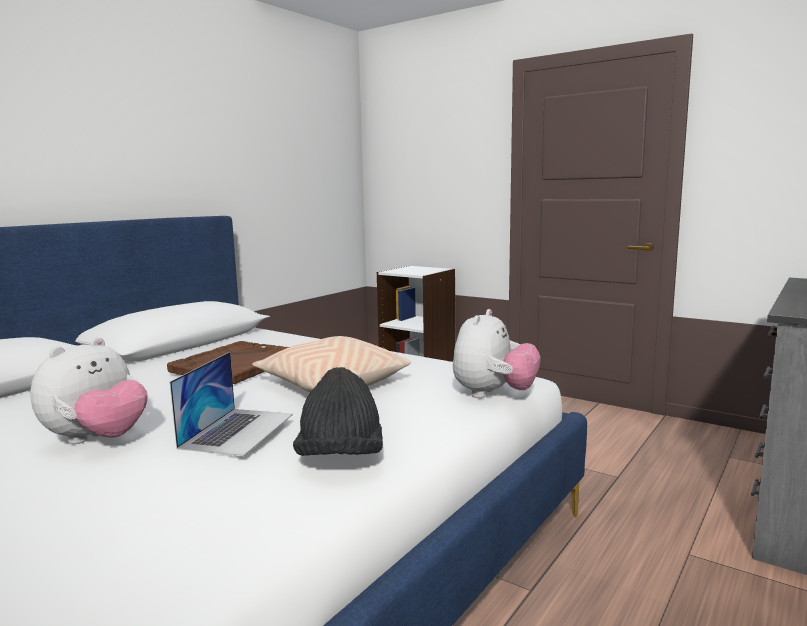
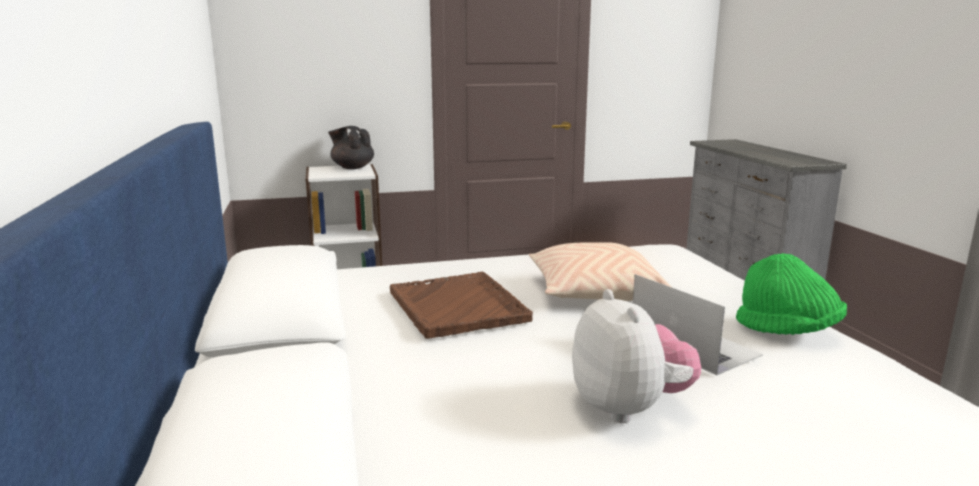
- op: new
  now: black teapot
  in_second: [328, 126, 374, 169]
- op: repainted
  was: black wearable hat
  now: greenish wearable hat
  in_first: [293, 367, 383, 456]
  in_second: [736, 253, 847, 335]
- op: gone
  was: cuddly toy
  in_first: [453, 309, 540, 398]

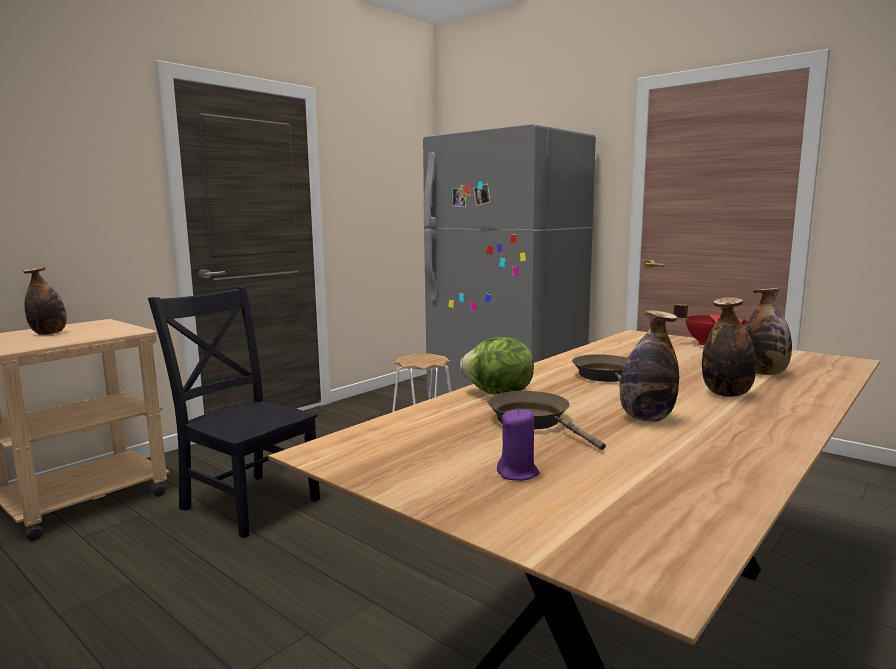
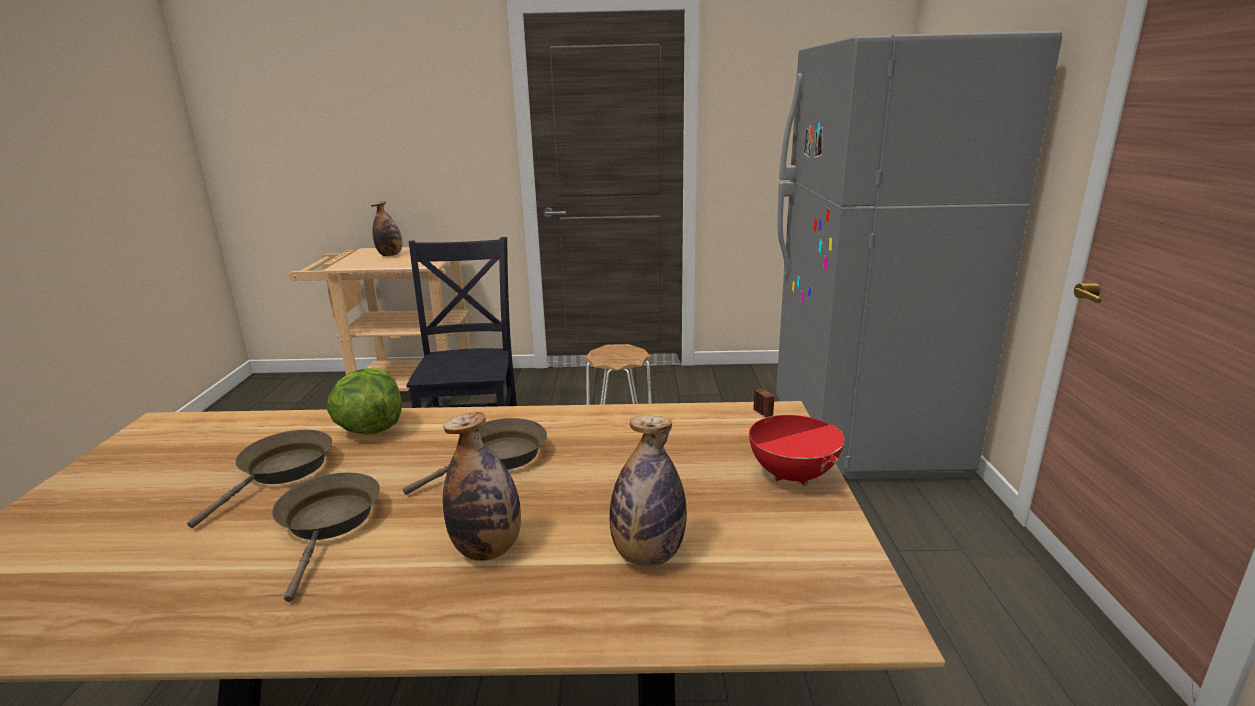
- op: swapped
  was: drink bottle
  now: brown frying pan
  in_first: [620, 310, 679, 422]
  in_second: [272, 473, 380, 602]
- op: gone
  was: purple candle
  in_first: [497, 408, 539, 481]

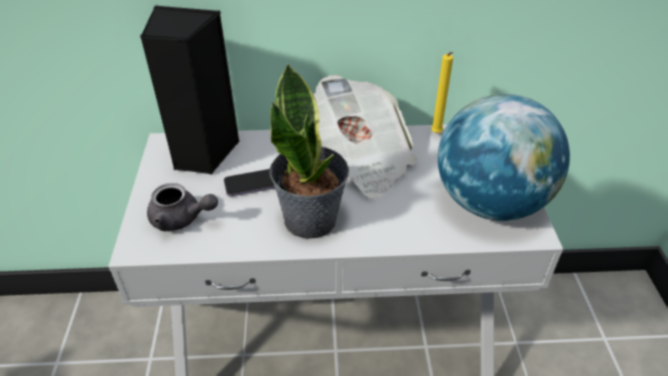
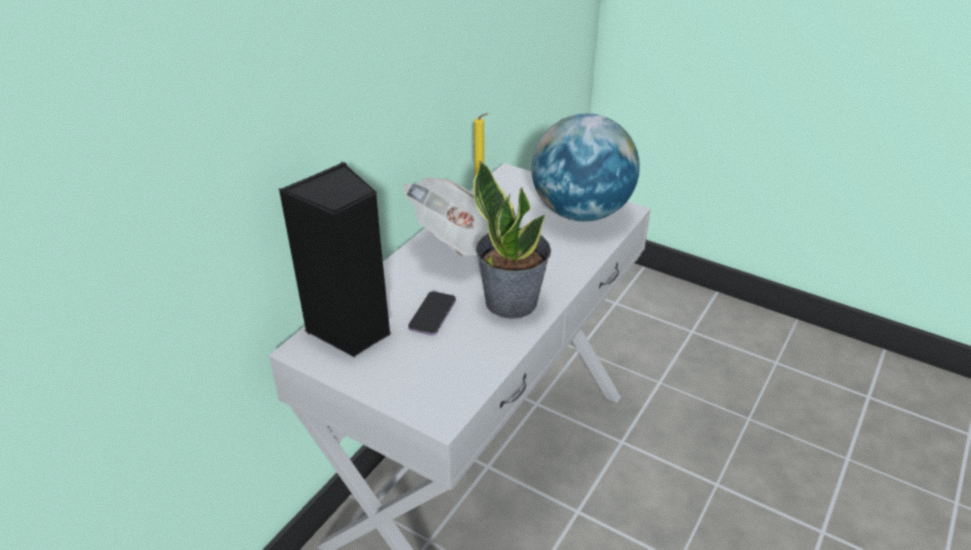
- op: gone
  was: grey teapot
  in_first: [147, 183, 218, 231]

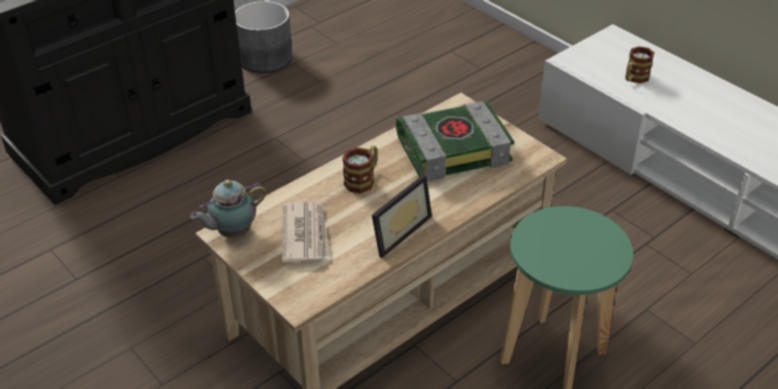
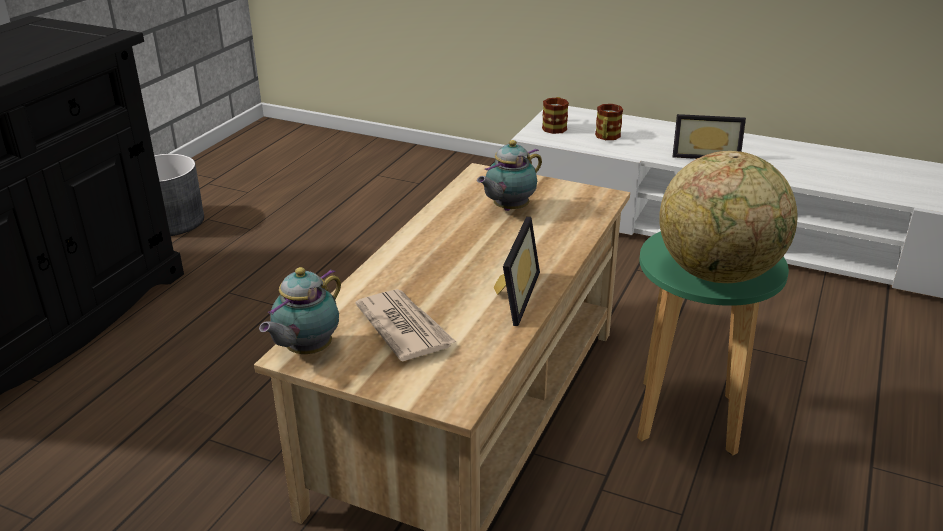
- op: swapped
  was: book
  now: teapot
  in_first: [396, 101, 514, 182]
  in_second: [477, 140, 542, 211]
- op: shifted
  was: tea mug
  in_first: [342, 146, 378, 193]
  in_second: [542, 97, 569, 134]
- op: new
  now: desk globe
  in_second: [659, 151, 798, 283]
- op: new
  now: picture frame
  in_second: [672, 114, 746, 159]

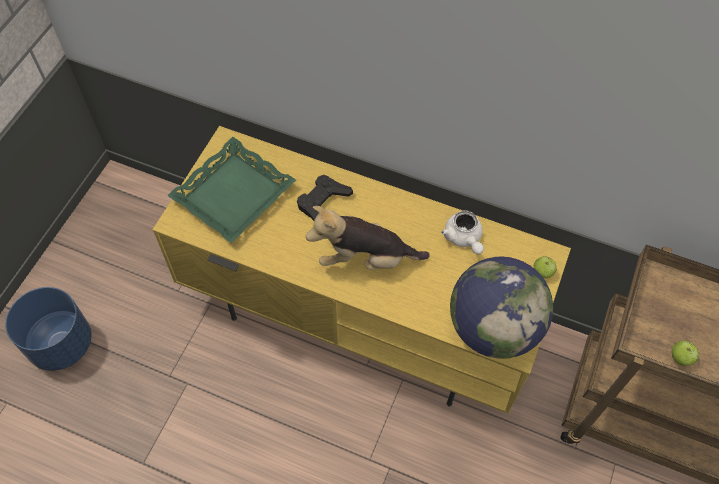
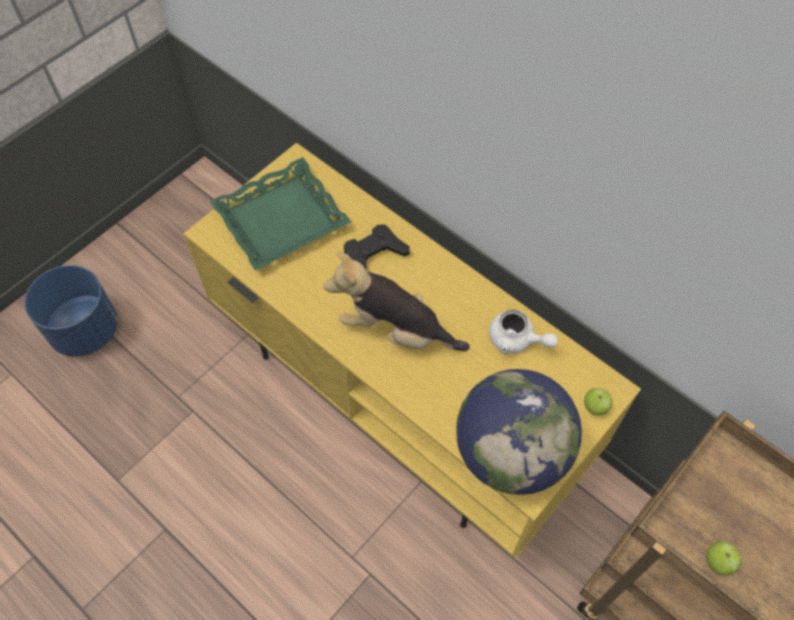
- op: rotated
  was: whitish teapot
  in_first: [441, 210, 484, 254]
  in_second: [489, 309, 558, 354]
  clockwise: -60

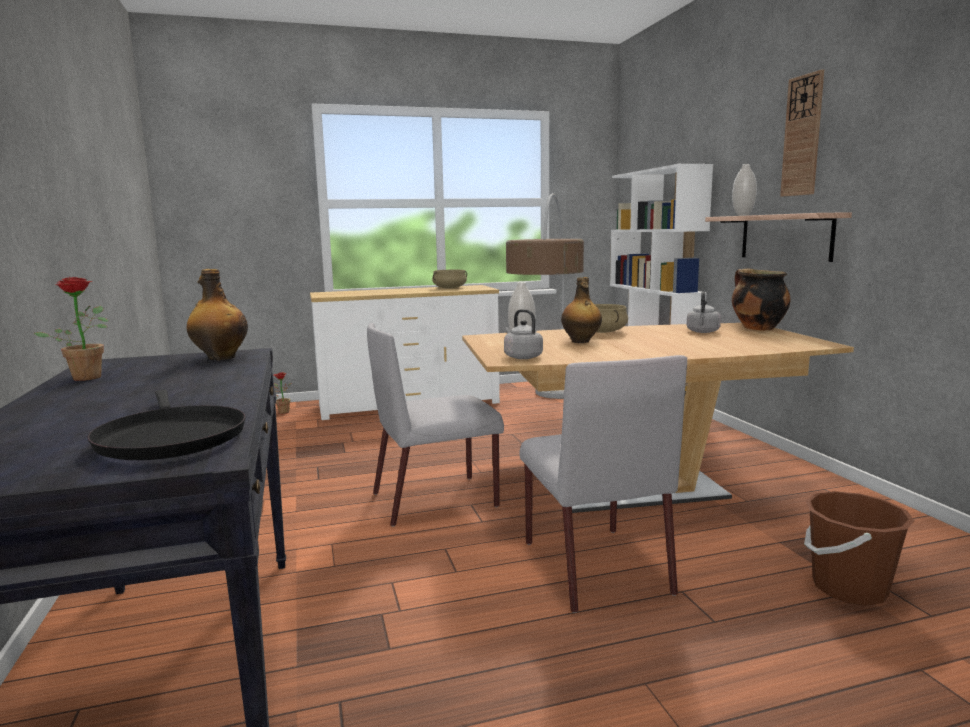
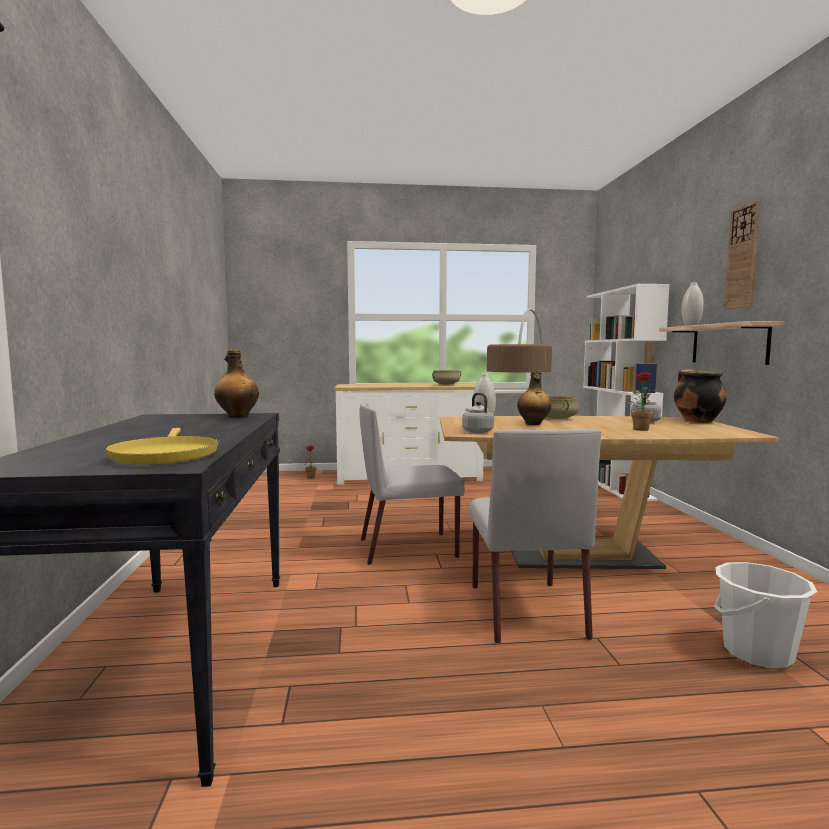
- op: repainted
  was: black frying pan
  now: yellow-coloured frying pan
  in_first: [87, 389, 246, 460]
  in_second: [105, 428, 219, 465]
- op: shifted
  was: houseplant
  in_first: [33, 277, 109, 381]
  in_second: [628, 372, 657, 431]
- op: repainted
  was: brown pail
  now: whitish pail
  in_first: [804, 491, 915, 606]
  in_second: [714, 562, 817, 668]

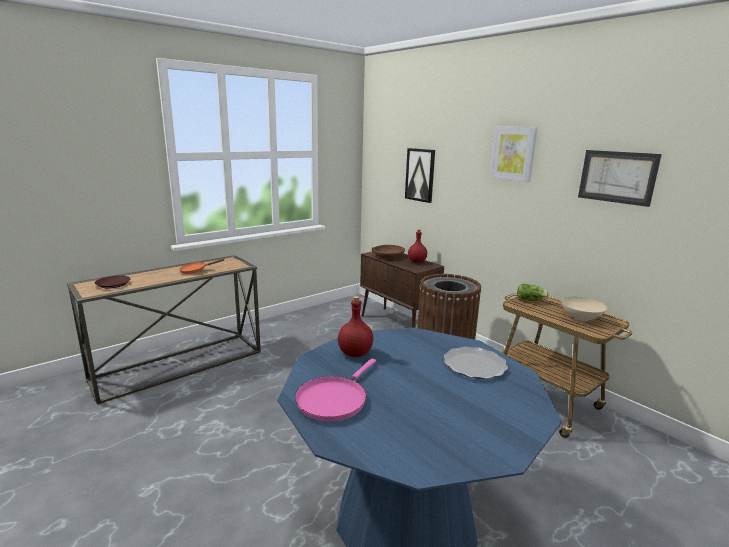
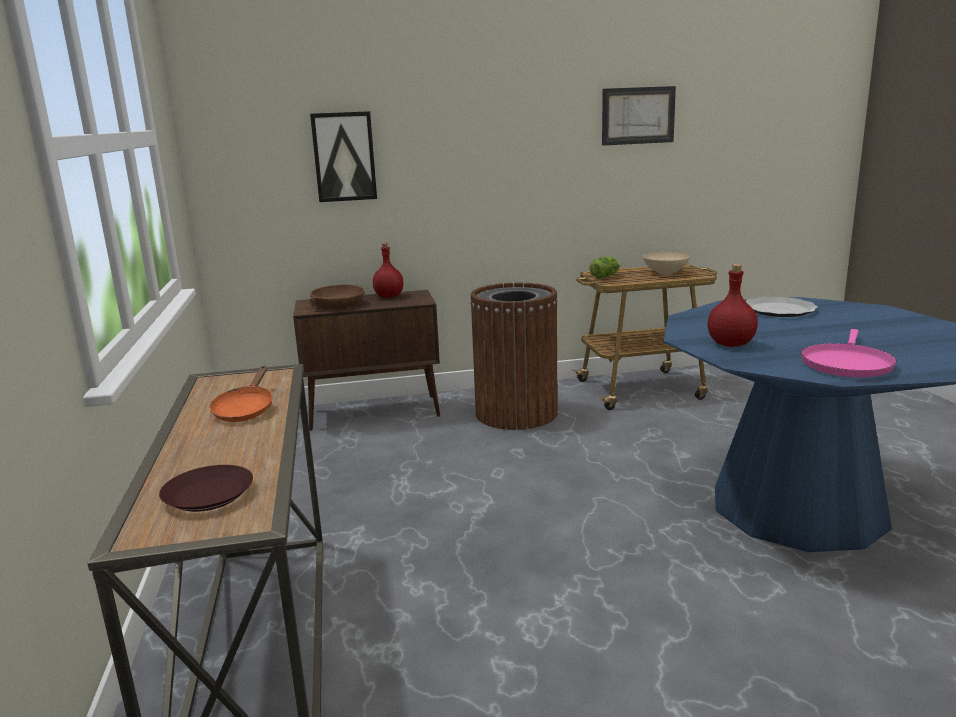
- op: rotated
  was: pink-coloured frying pan
  in_first: [295, 359, 376, 421]
  in_second: [801, 329, 897, 377]
  clockwise: 60
- op: gone
  was: wall picture
  in_first: [490, 126, 538, 182]

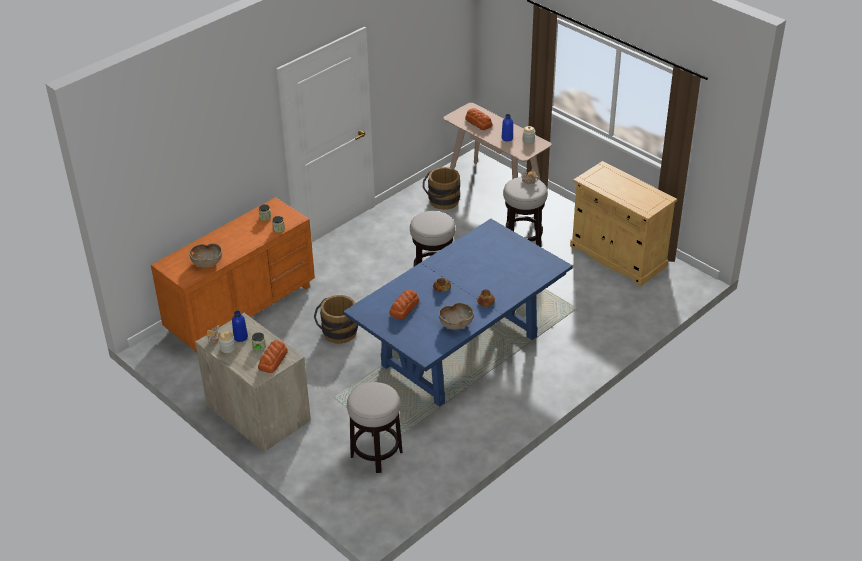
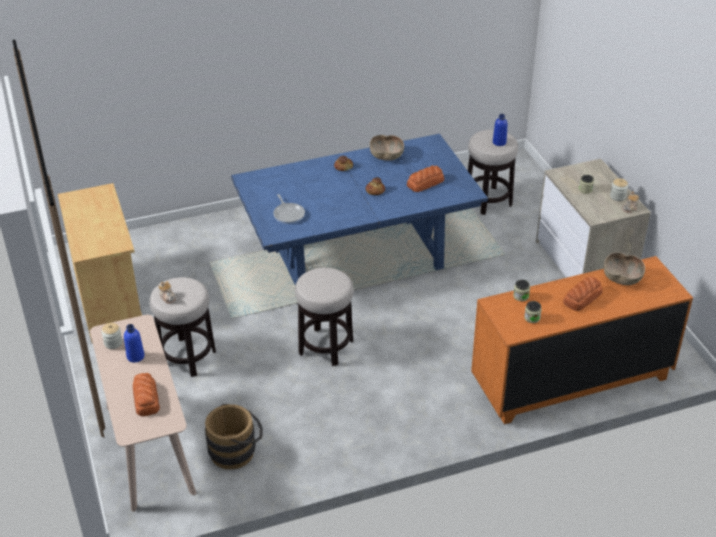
- op: new
  now: frying pan
  in_second: [273, 194, 305, 224]
- op: shifted
  was: blue-coloured drink bottle
  in_first: [232, 311, 248, 342]
  in_second: [493, 114, 507, 146]
- op: shifted
  was: bakery bread
  in_first: [258, 340, 288, 373]
  in_second: [563, 276, 602, 311]
- op: gone
  was: brown pail
  in_first: [314, 295, 358, 344]

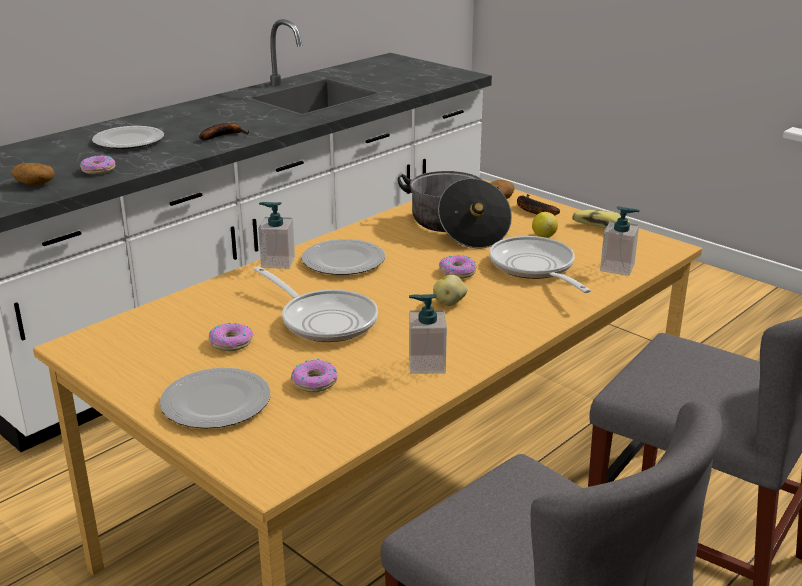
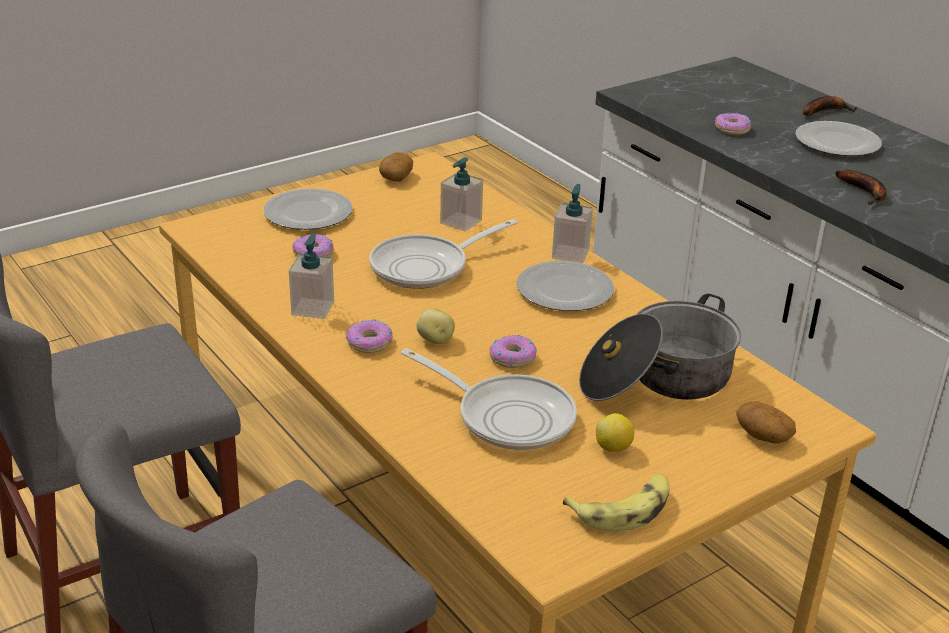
- op: shifted
  was: ring doughnut
  in_first: [209, 323, 253, 351]
  in_second: [346, 319, 393, 353]
- op: shifted
  was: whole potato
  in_first: [11, 163, 55, 186]
  in_second: [379, 152, 413, 182]
- op: rotated
  was: frying pan
  in_first: [489, 236, 591, 293]
  in_second: [401, 348, 577, 450]
  clockwise: 45
- op: shifted
  was: soap dispenser
  in_first: [600, 206, 640, 276]
  in_second: [440, 157, 483, 232]
- op: shifted
  was: whole banana
  in_first: [517, 194, 560, 216]
  in_second: [803, 96, 857, 116]

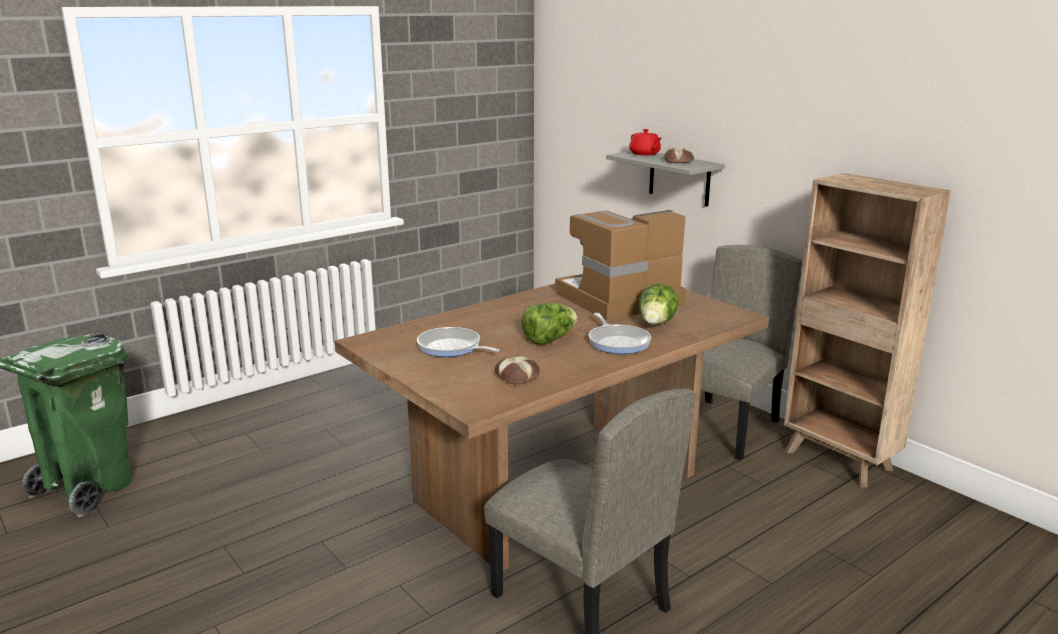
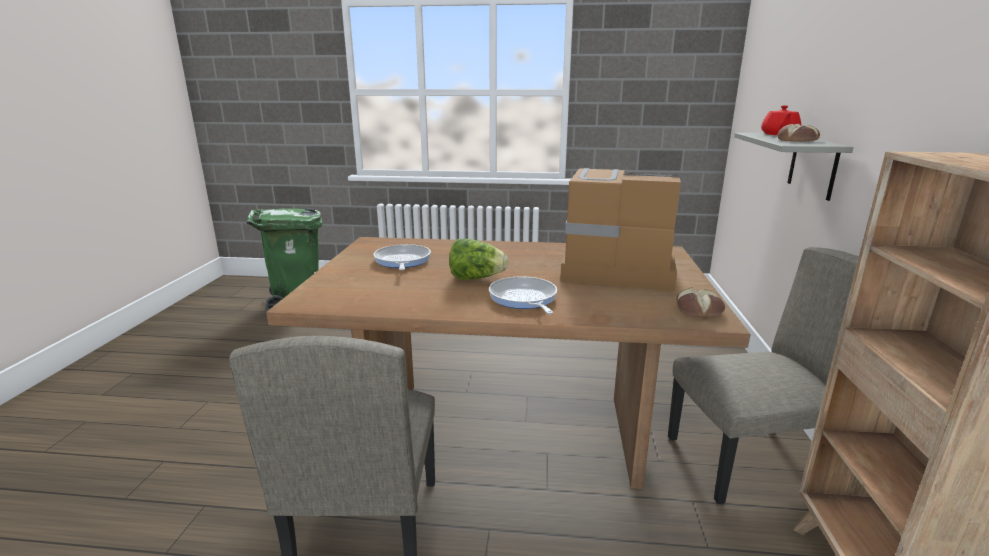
- op: rotated
  was: frying pan
  in_first: [588, 313, 651, 354]
  in_second: [489, 276, 557, 314]
  clockwise: 135
- op: shifted
  was: bakery bread
  in_first: [495, 355, 540, 384]
  in_second: [676, 287, 725, 317]
- op: gone
  was: head of lettuce
  in_first: [639, 284, 679, 325]

